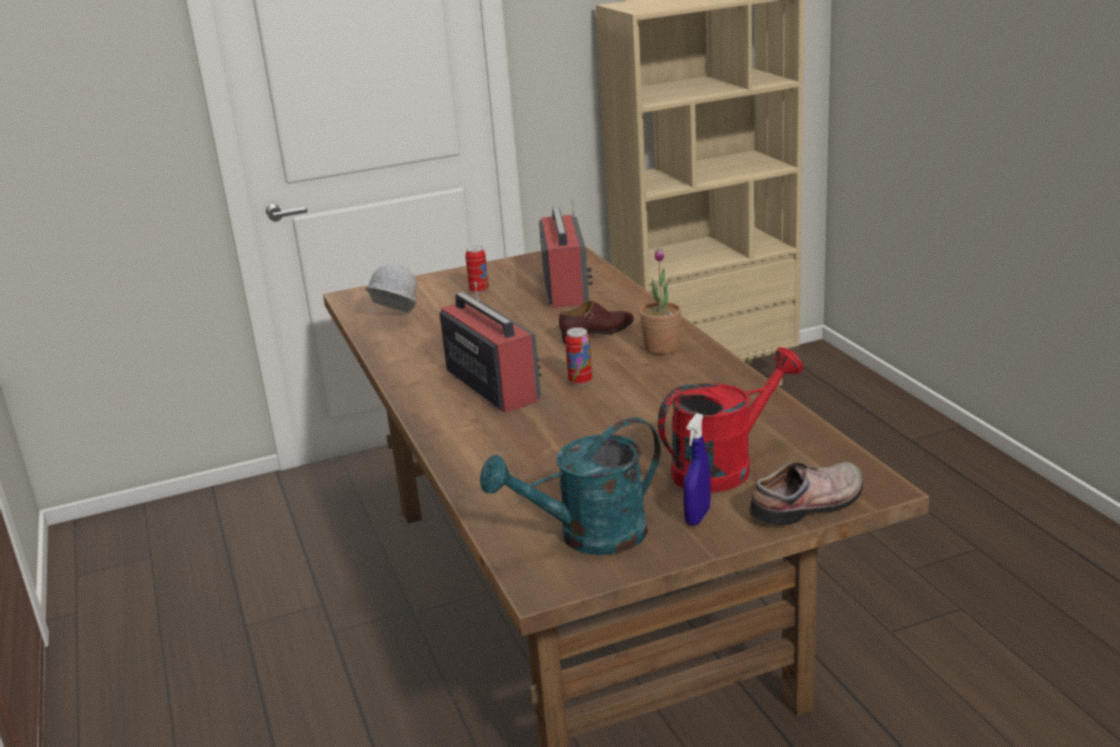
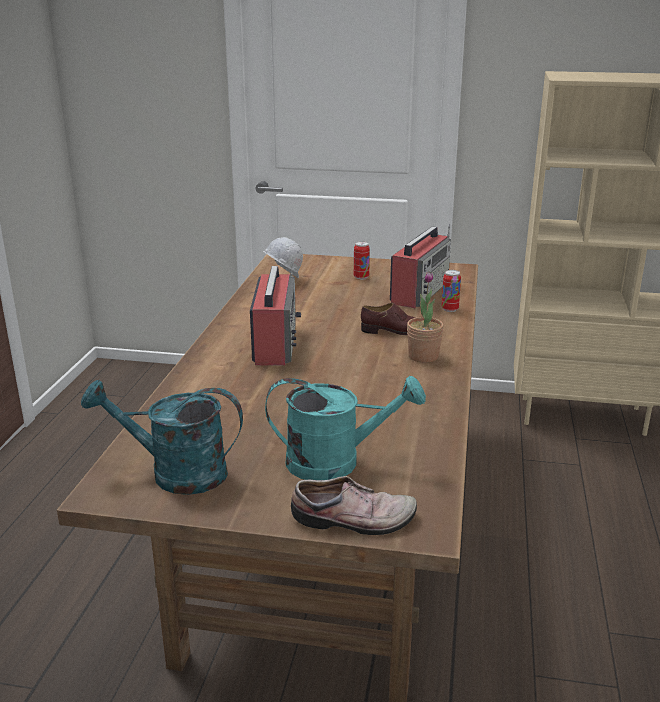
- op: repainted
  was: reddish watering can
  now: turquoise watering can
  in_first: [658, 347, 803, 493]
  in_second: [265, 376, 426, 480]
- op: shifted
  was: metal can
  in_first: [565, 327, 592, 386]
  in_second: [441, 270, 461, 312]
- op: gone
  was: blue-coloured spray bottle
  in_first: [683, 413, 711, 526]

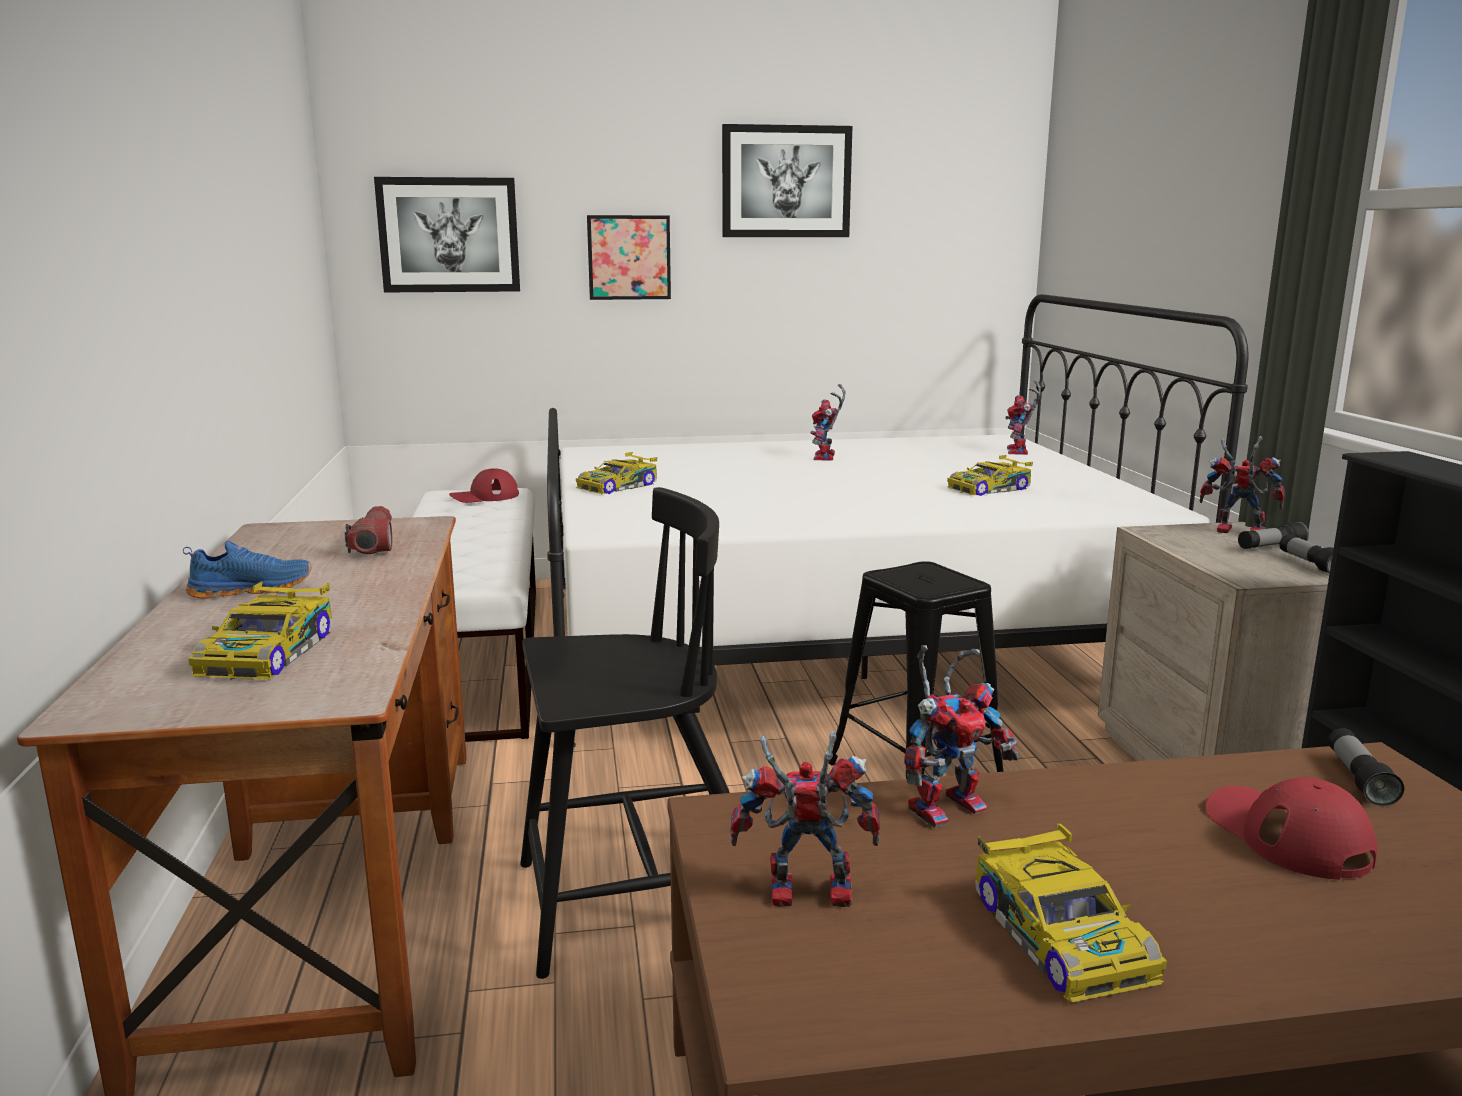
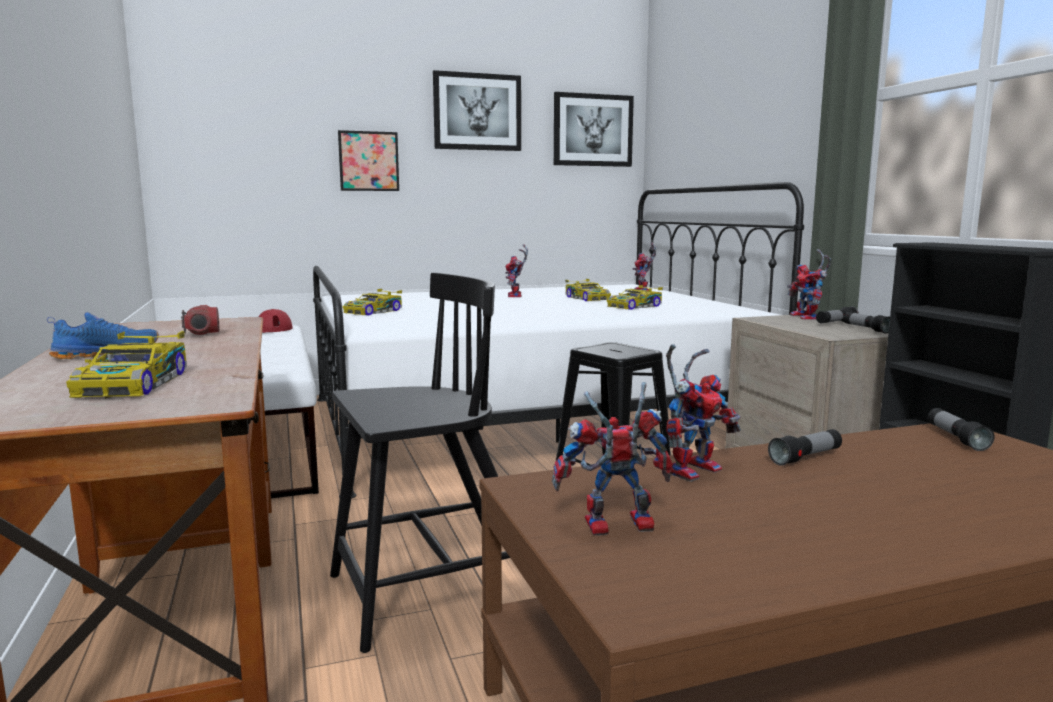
- op: shifted
  was: wall picture
  in_first: [374, 177, 520, 293]
  in_second: [554, 92, 634, 167]
- op: shifted
  was: model car
  in_first: [975, 823, 1167, 1002]
  in_second: [566, 279, 611, 301]
- op: new
  now: torch
  in_second: [768, 429, 842, 466]
- op: rotated
  was: toy robot
  in_first: [1200, 436, 1285, 533]
  in_second: [787, 249, 831, 320]
  clockwise: -120
- op: gone
  was: reddish baseball cap
  in_first: [1205, 777, 1377, 880]

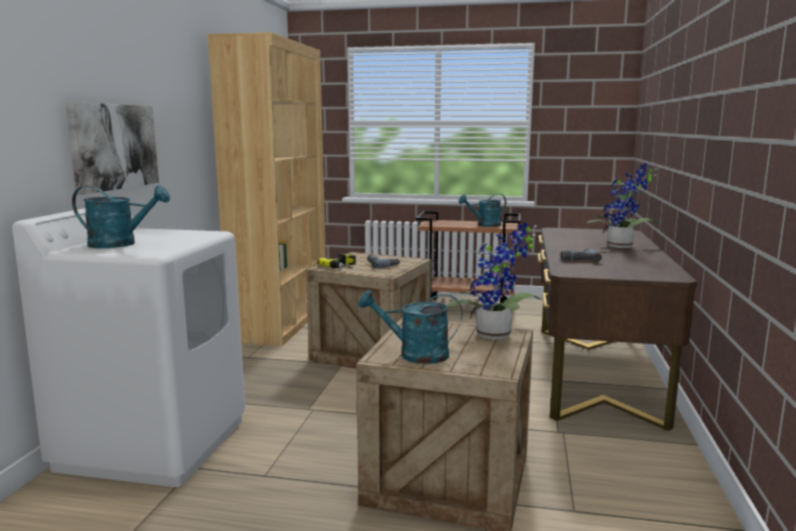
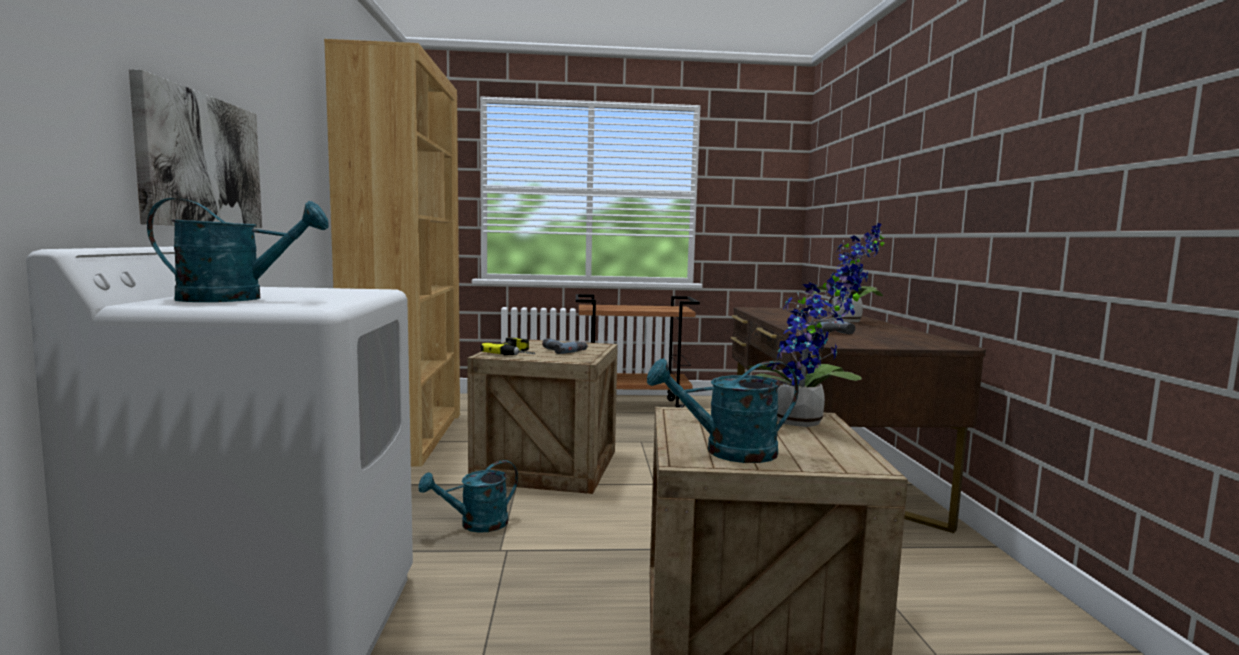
- op: shifted
  was: turquoise watering can
  in_first: [459, 194, 506, 227]
  in_second: [419, 460, 518, 533]

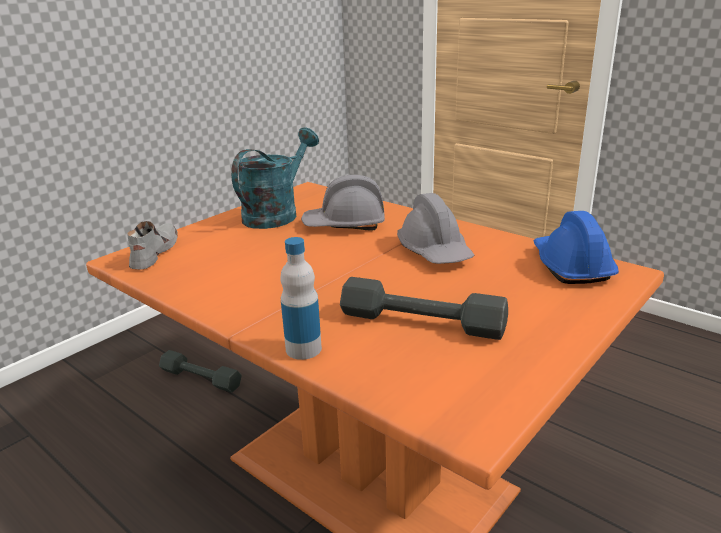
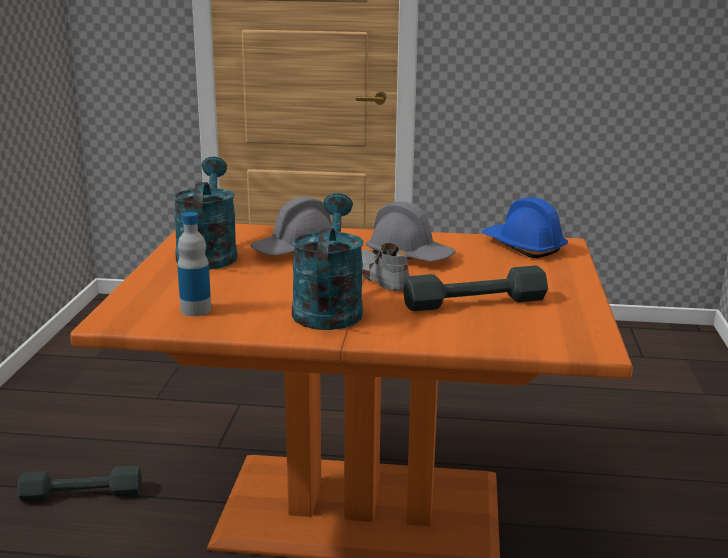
- op: shifted
  was: drink bottle
  in_first: [280, 237, 322, 360]
  in_second: [177, 212, 211, 316]
- op: new
  now: turquoise watering can
  in_second: [292, 193, 364, 330]
- op: shifted
  was: grey item of footwear
  in_first: [127, 221, 178, 270]
  in_second: [361, 243, 409, 291]

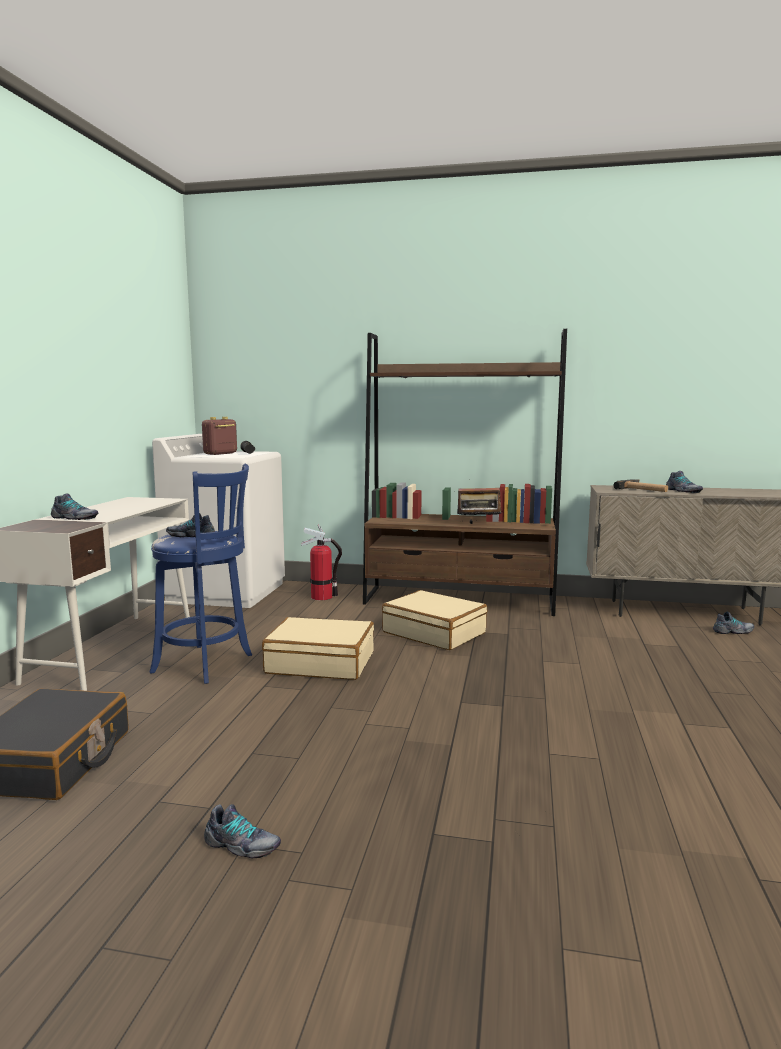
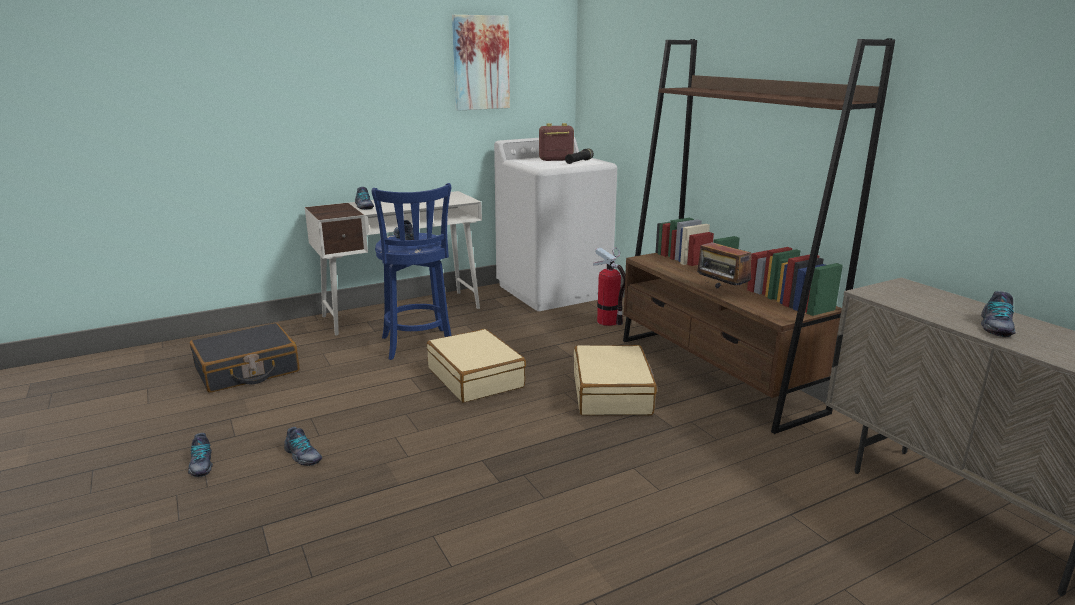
- op: shifted
  was: item of footwear
  in_first: [713, 612, 754, 634]
  in_second: [284, 427, 322, 466]
- op: new
  now: wall picture
  in_second: [452, 15, 510, 111]
- op: gone
  was: hand hammer
  in_first: [614, 480, 668, 492]

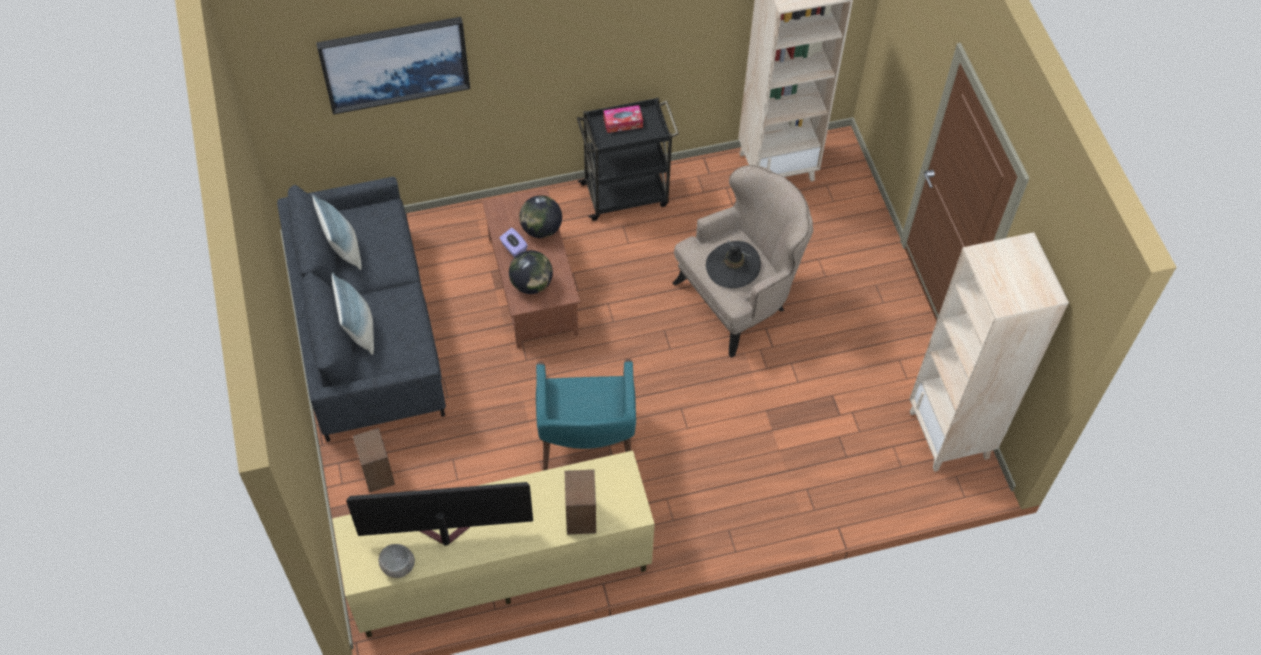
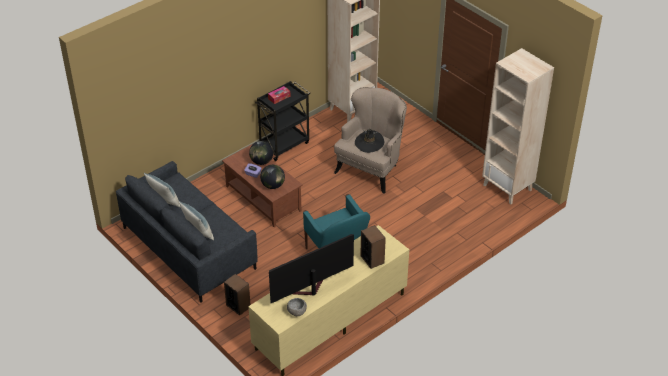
- op: gone
  was: wall picture
  in_first: [316, 17, 470, 115]

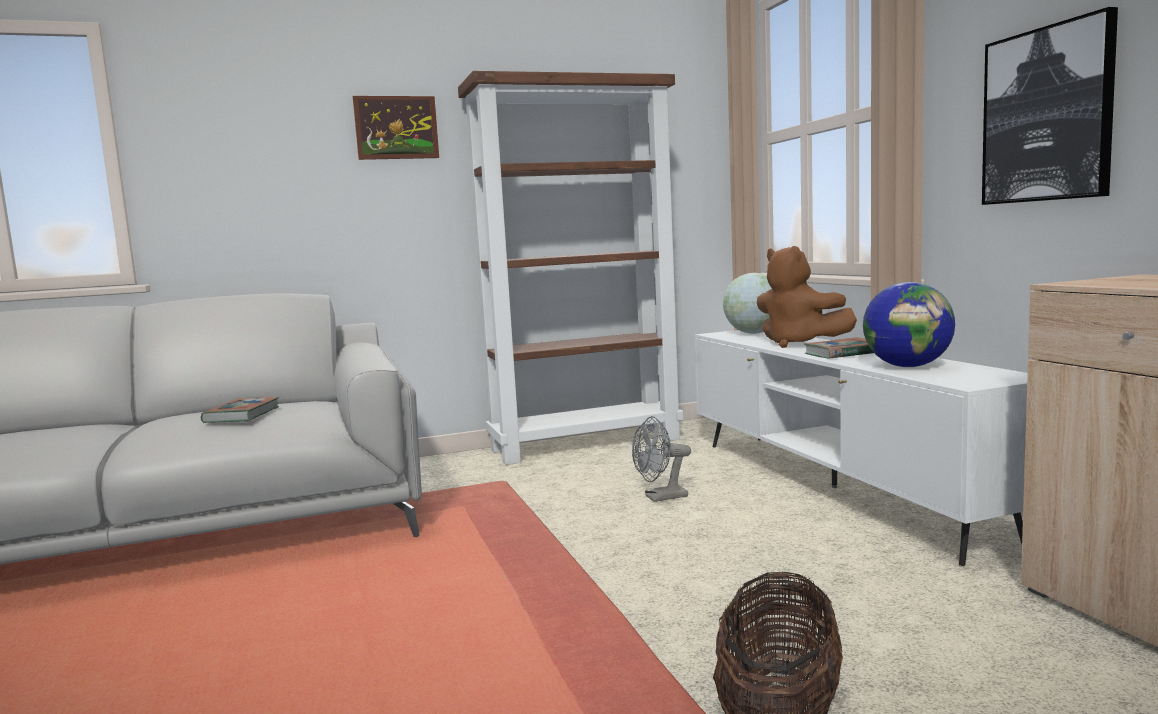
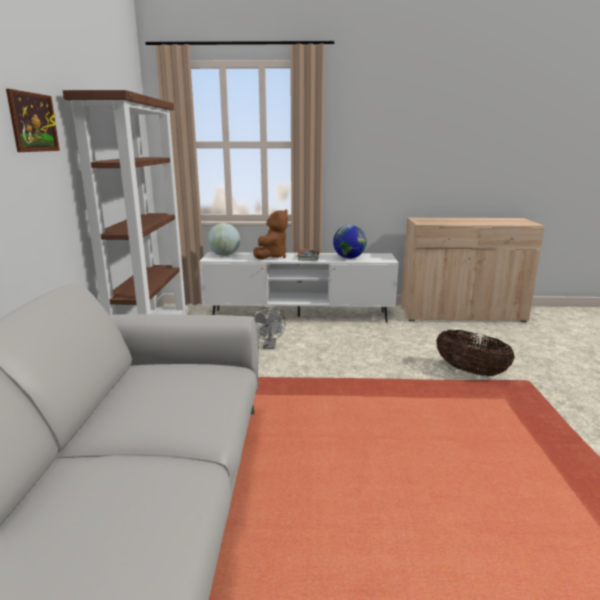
- op: rotated
  was: brown cuddly toy
  in_first: [757, 246, 857, 348]
  in_second: [253, 209, 288, 260]
  clockwise: -45
- op: gone
  was: book
  in_first: [201, 397, 279, 423]
- op: gone
  was: wall picture
  in_first: [982, 7, 1118, 205]

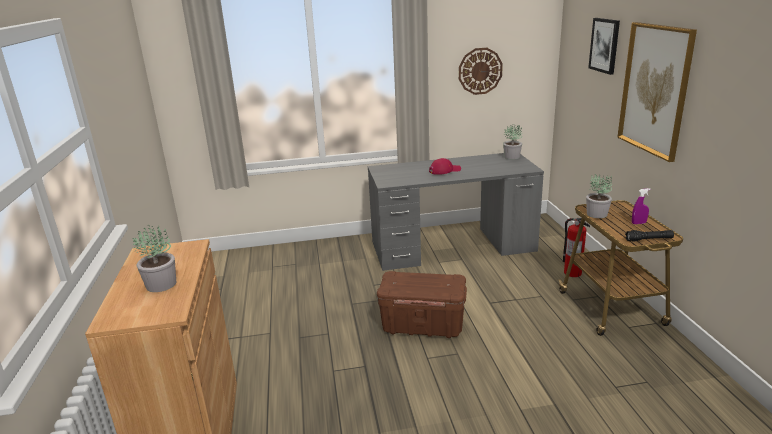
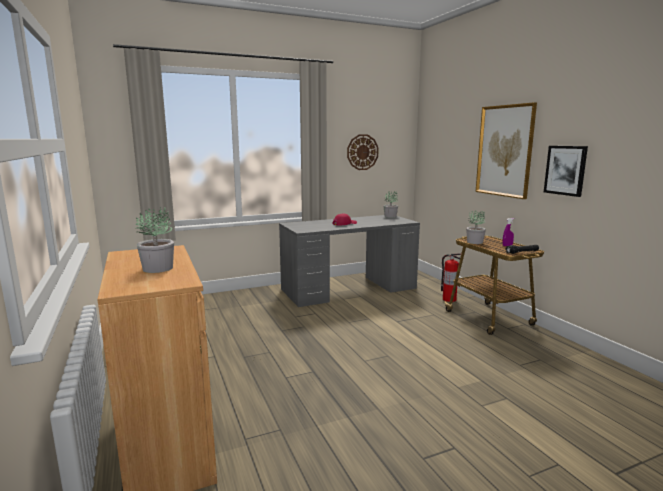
- op: shifted
  was: wall picture
  in_first: [588, 18, 620, 75]
  in_second: [544, 146, 588, 197]
- op: gone
  was: brown storage container
  in_first: [377, 271, 467, 338]

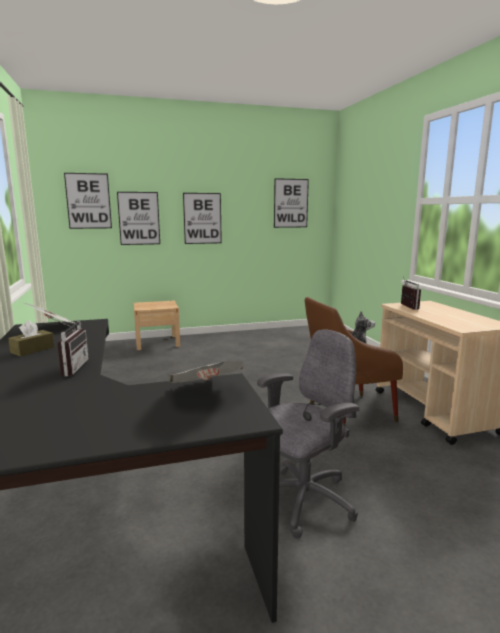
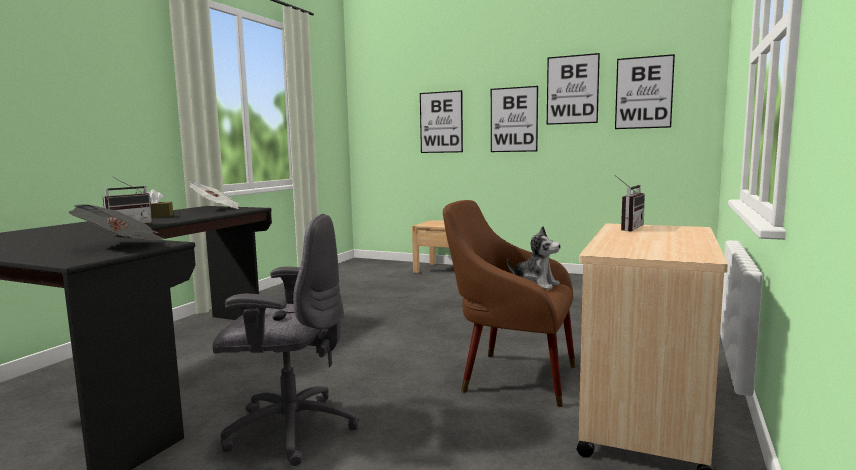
- op: shifted
  was: wall picture
  in_first: [64, 173, 112, 229]
  in_second: [547, 53, 600, 125]

